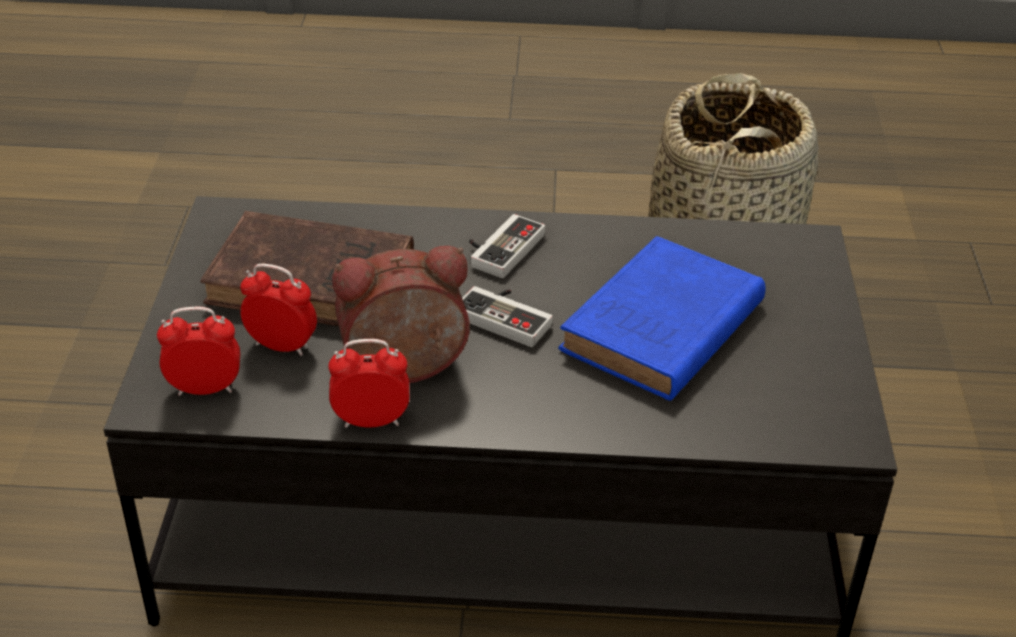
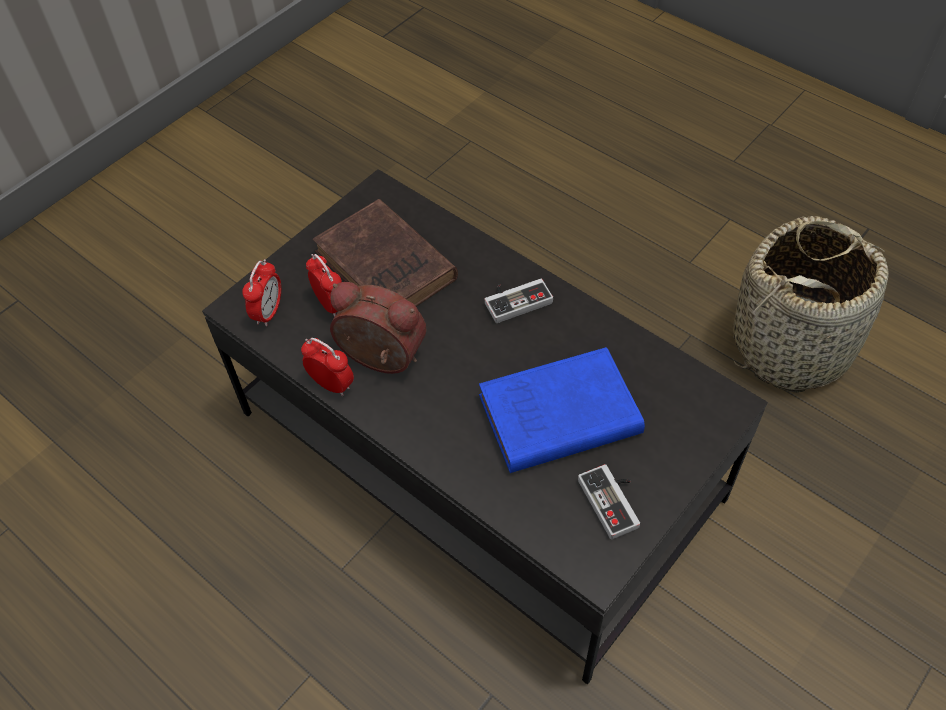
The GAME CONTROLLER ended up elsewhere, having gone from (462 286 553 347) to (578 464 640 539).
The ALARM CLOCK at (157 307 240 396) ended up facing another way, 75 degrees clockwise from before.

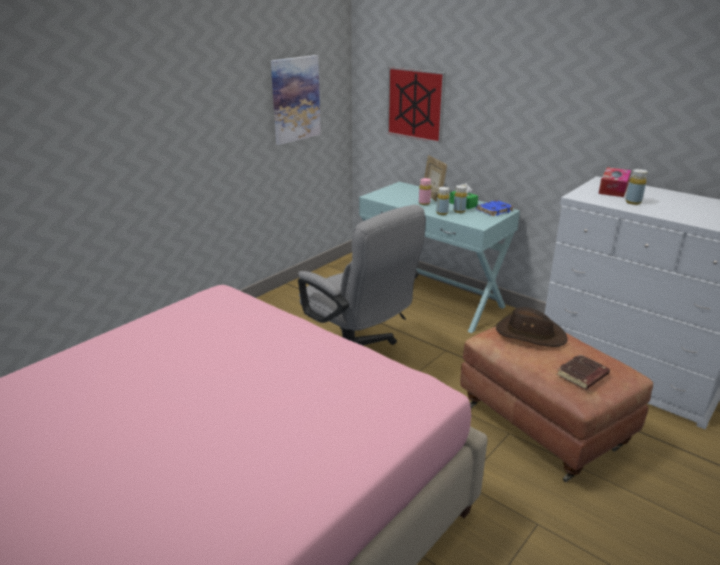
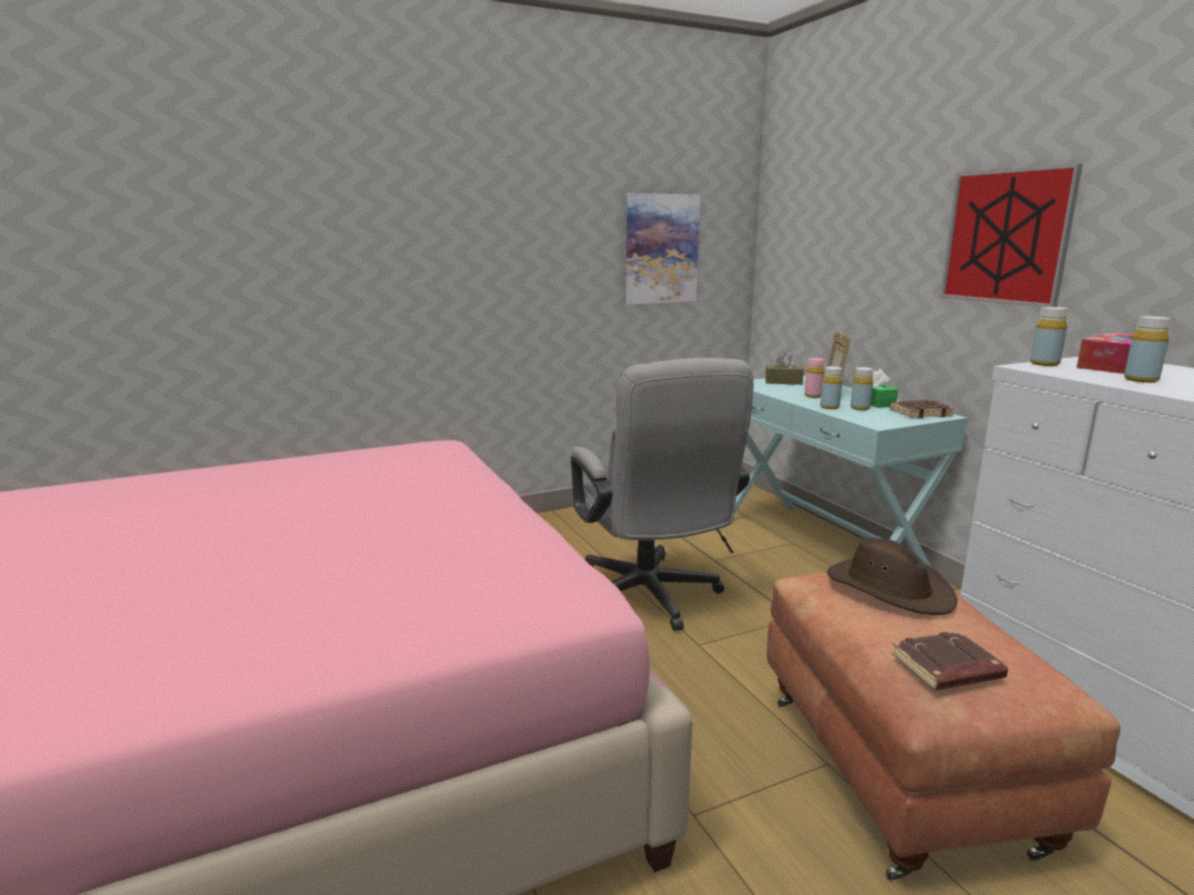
The PICTURE ended up elsewhere, having gone from (387 67 446 143) to (940 164 1083 307).
What was the BLUE BOOK at (476 200 514 216) turned into the BROWN BOOK at (889 400 954 418).
The second view gained the YELLOW BOTTLE at (1030 307 1069 366).
The second view gained the BROWN TISSUE BOX at (765 353 804 385).

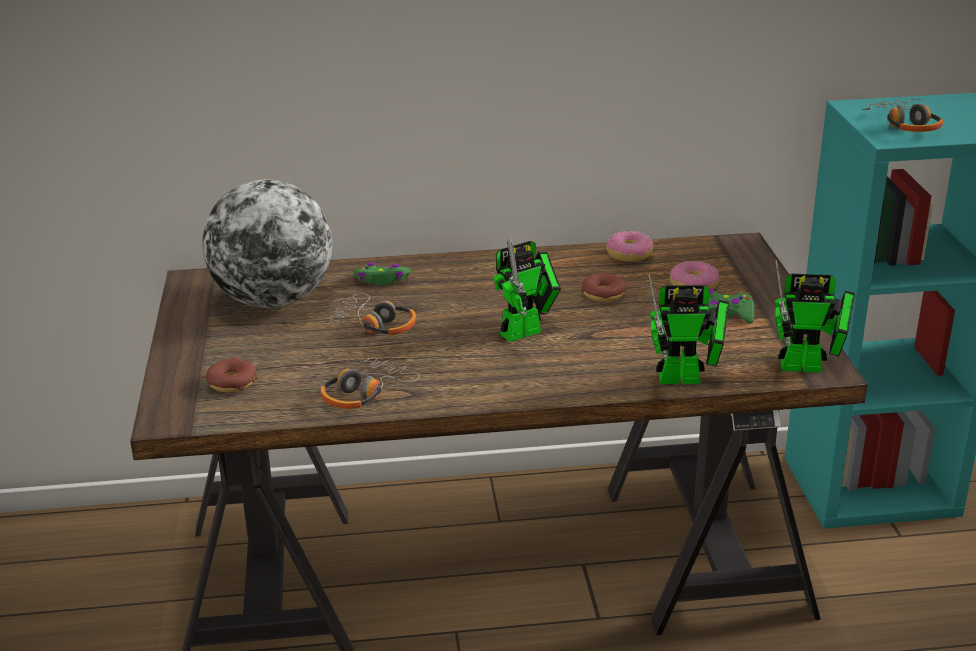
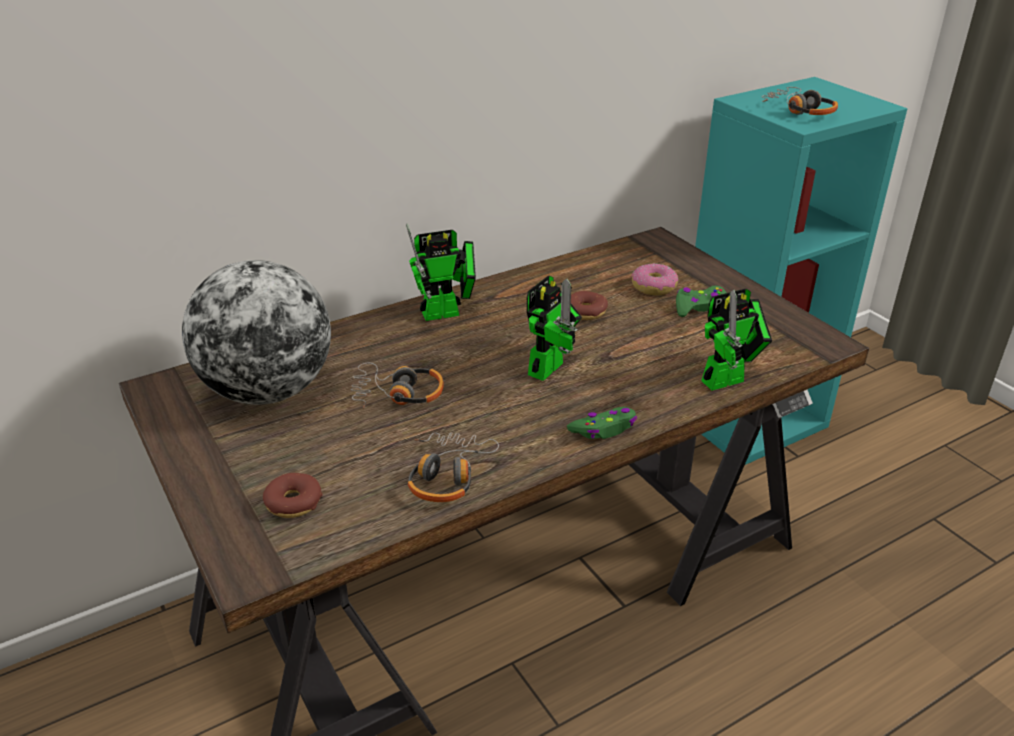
The second view lost the DONUT at (606 231 653 262).
The TOY ROBOT ended up elsewhere, having gone from (775 260 855 373) to (406 224 476 321).
The GREEN GAME CONTROLLER ended up elsewhere, having gone from (353 263 411 285) to (567 407 637 439).

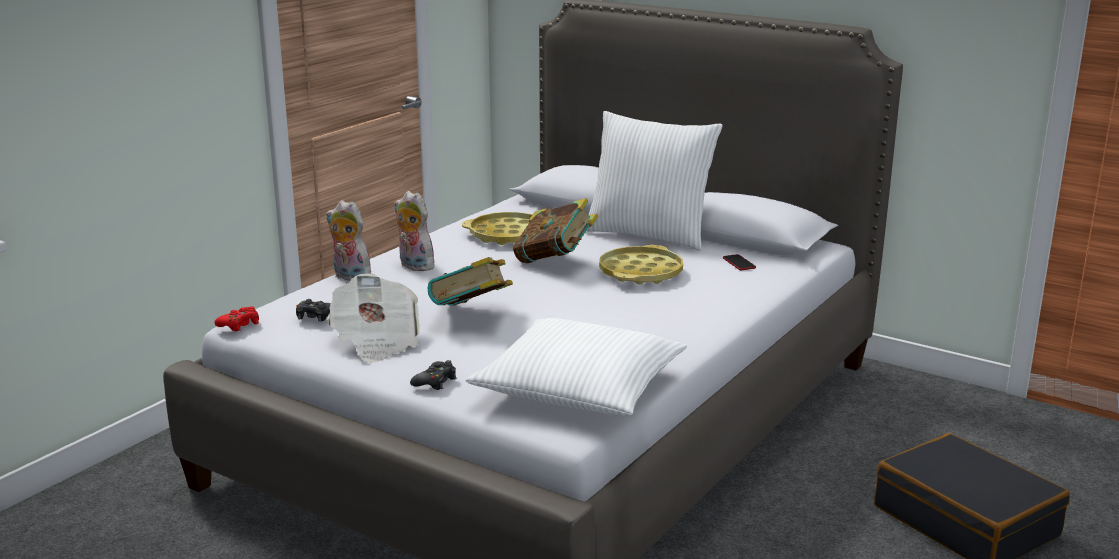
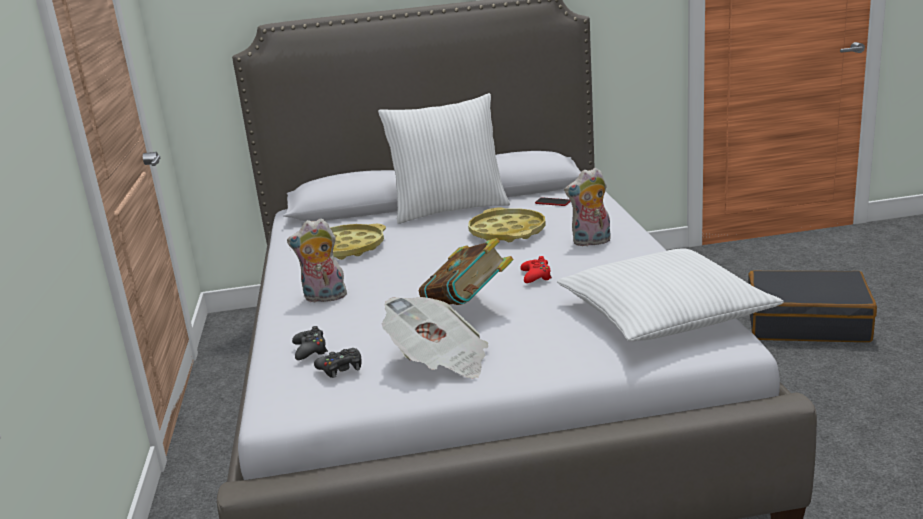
The second view lost the BOOK at (513 198 598 263).
The PLUSH TOY ended up elsewhere, having gone from (326 200 371 281) to (564 167 611 246).
The RED GAME CONTROLLER ended up elsewhere, having gone from (215 306 259 332) to (520 256 552 283).
The BLACK GAME CONTROLLER ended up elsewhere, having gone from (410 360 457 390) to (292 326 328 360).

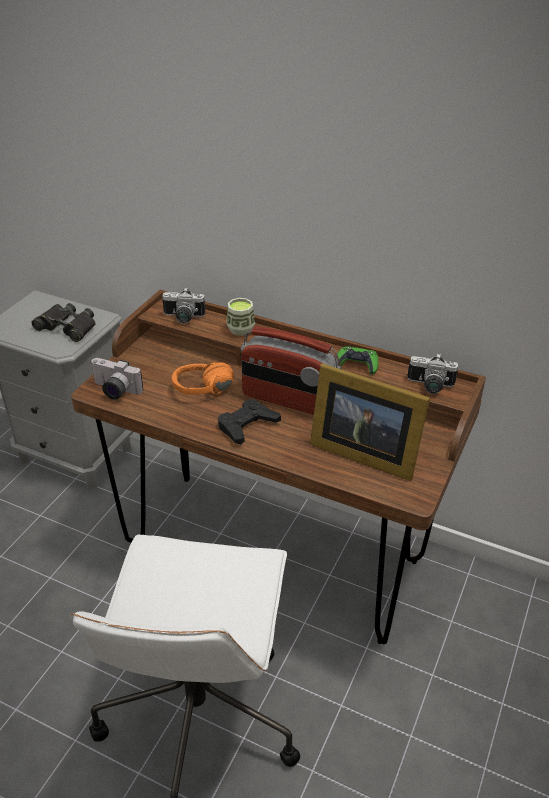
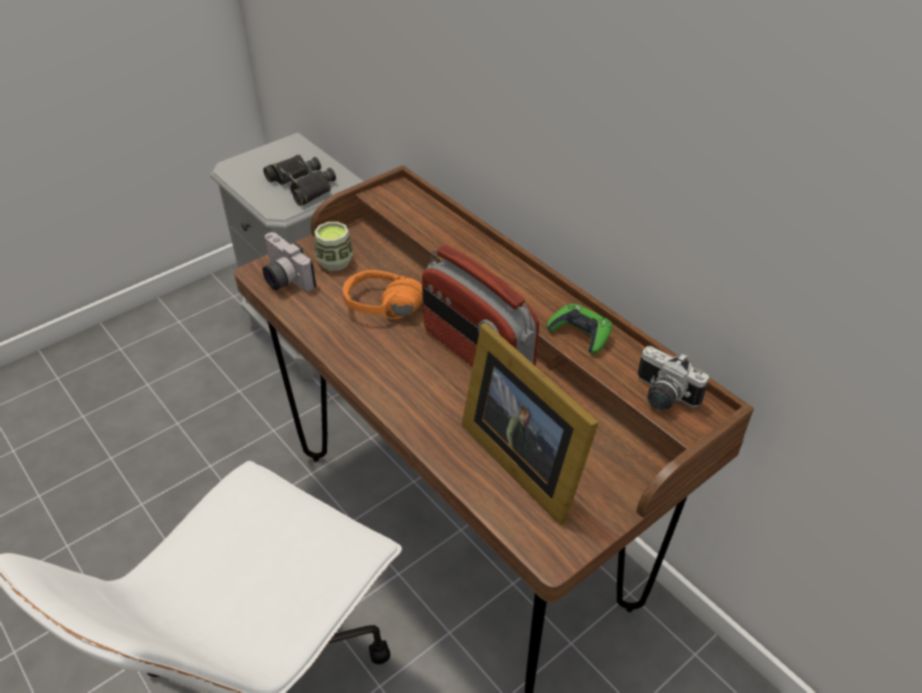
The second view lost the PHOTO CAMERA at (162 288 206 324).
The CUP ended up elsewhere, having gone from (226 298 255 336) to (315 222 353 271).
The second view lost the BLACK GAME CONTROLLER at (218 399 281 444).

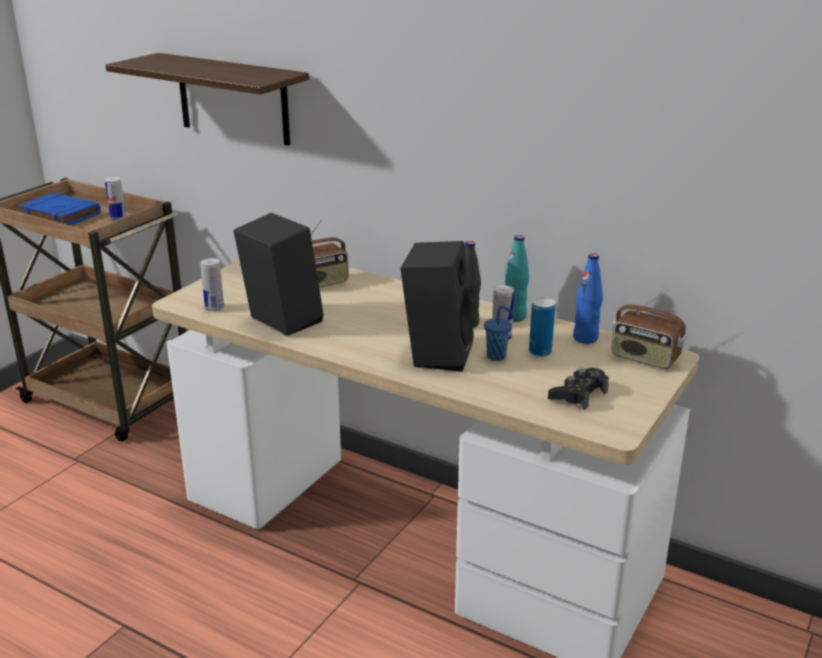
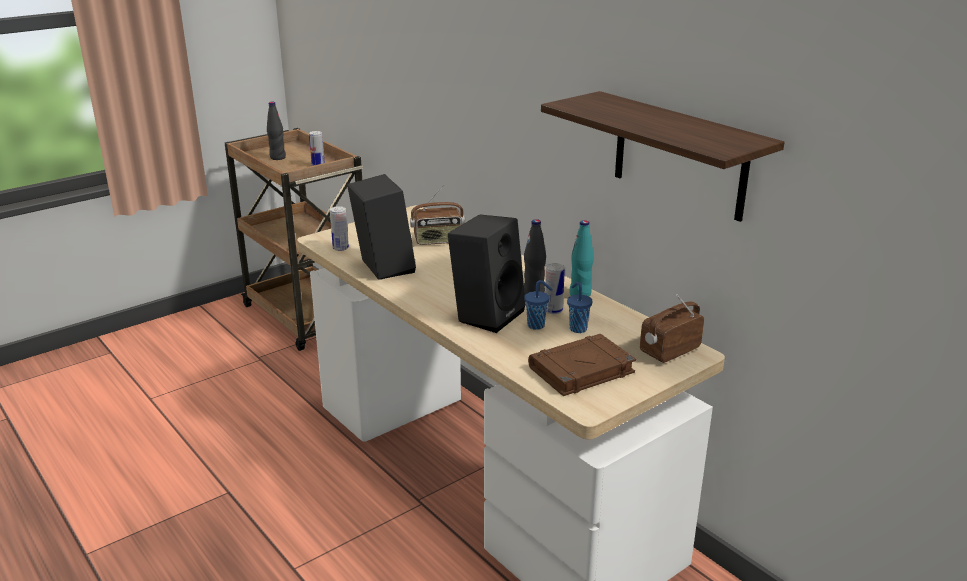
The SHELF ended up elsewhere, having gone from (106 53 309 146) to (541 91 785 222).
Where the BLUE BOOK stood at (18 193 101 225), the BLACK BOTTLE came to stand at (267 102 286 160).
The second view lost the BLUE BOTTLE at (573 254 603 344).
The RADIO at (612 289 687 369) ended up facing another way, 90 degrees clockwise from before.
Where the CAN stood at (529 297 555 357), the BLUE CUP came to stand at (567 282 593 333).
Where the BLACK GAME CONTROLLER stood at (548 368 609 410), the BROWN BOOK came to stand at (528 334 636 396).

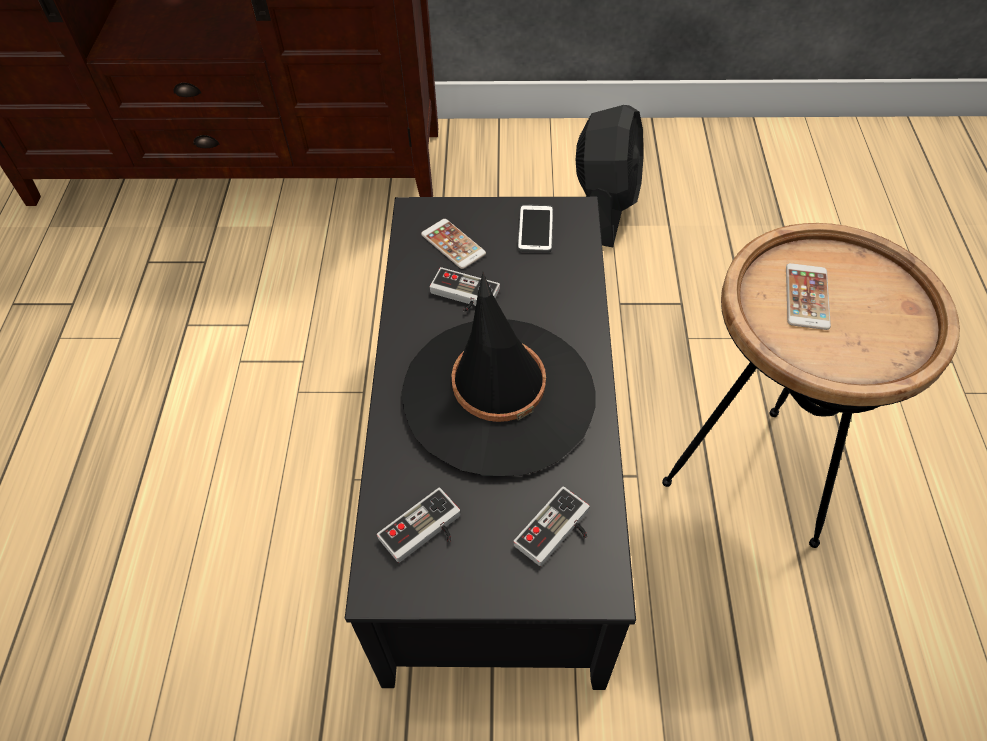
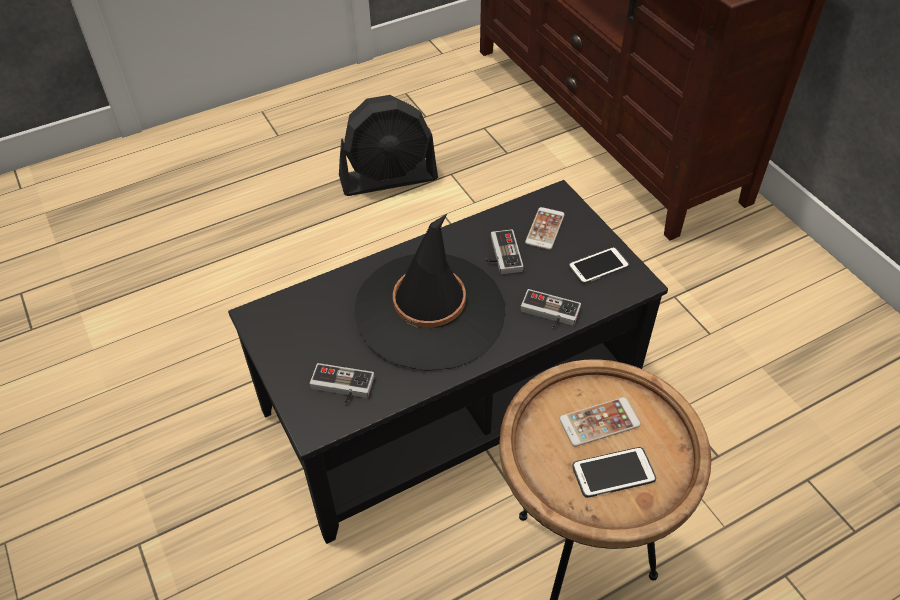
The BLACK FAN ended up elsewhere, having gone from (576 105 644 247) to (339 95 438 196).
The GAME CONTROLLER ended up elsewhere, having gone from (377 488 461 563) to (521 289 581 327).
The second view gained the PHONE at (572 447 656 498).

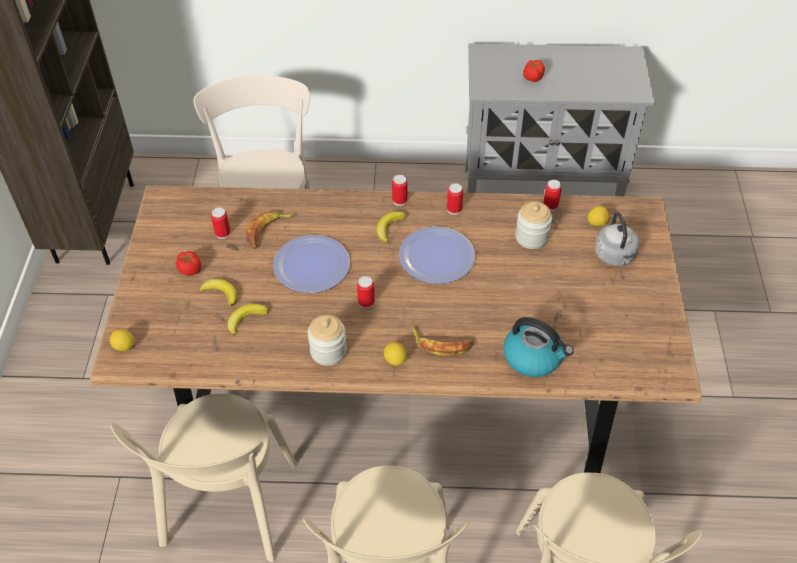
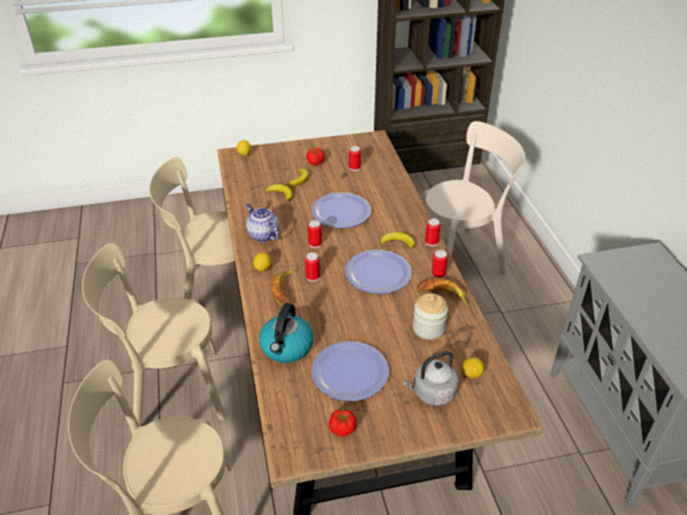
The TOMATO ended up elsewhere, having gone from (523 60 545 82) to (329 410 357 437).
The CAN ended up elsewhere, having gone from (543 180 562 211) to (305 252 320 282).
The BANANA ended up elsewhere, having gone from (246 211 295 249) to (417 278 469 306).
Where the JAR stood at (308 314 347 366), the TEAPOT came to stand at (246 204 279 242).
The second view gained the PLATE at (311 341 389 401).

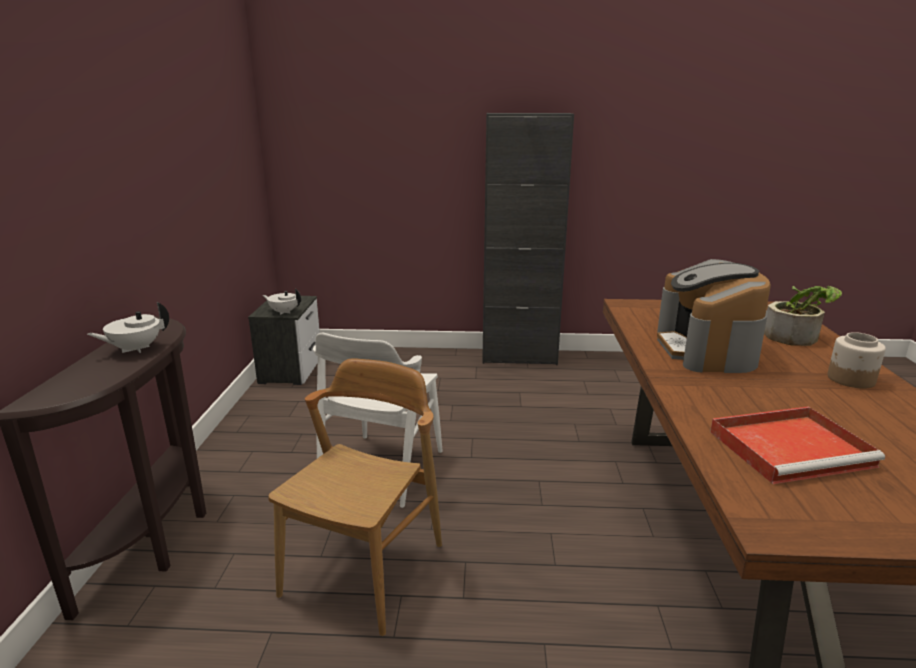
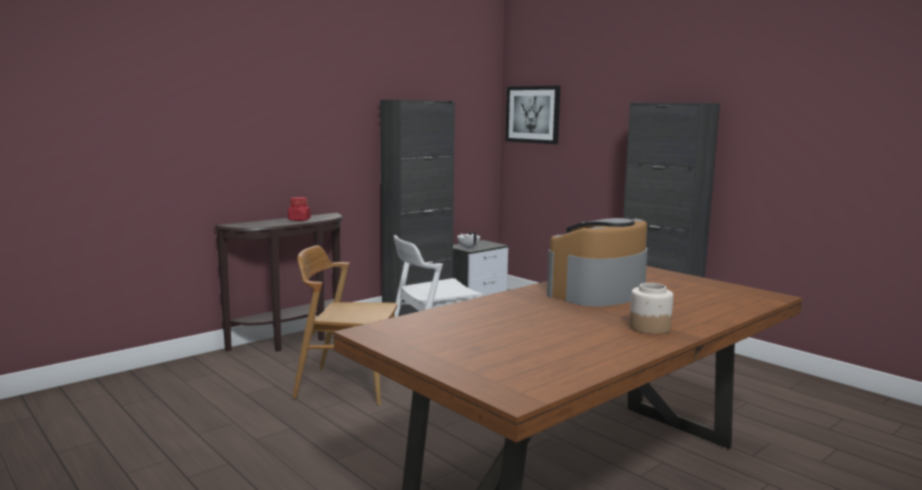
The second view lost the POTTED PLANT at (764 286 842 346).
Where the WHITE TEAPOT stood at (87 302 169 353), the RED JAR came to stand at (288 197 311 221).
The BROWN CHAIR at (268 358 442 636) ended up facing another way, 150 degrees counterclockwise from before.
The second view lost the RED TRAY at (710 406 885 484).
The second view gained the PICTURE at (505 86 561 144).
The second view gained the BLACK CABINET at (380 100 455 316).

